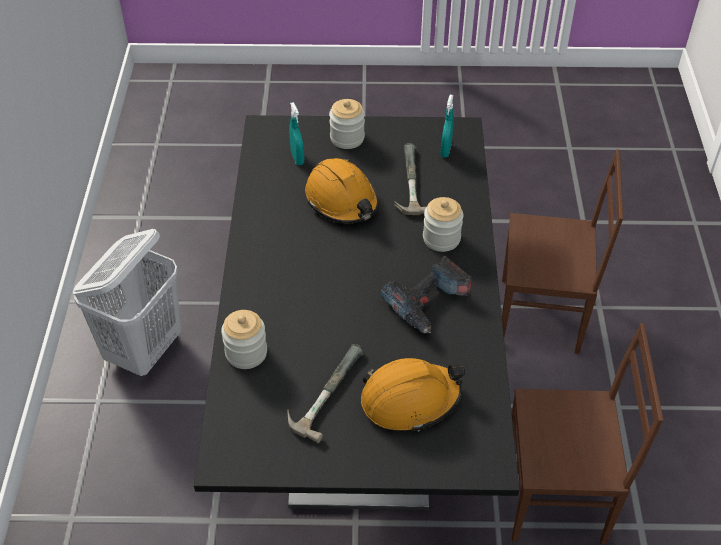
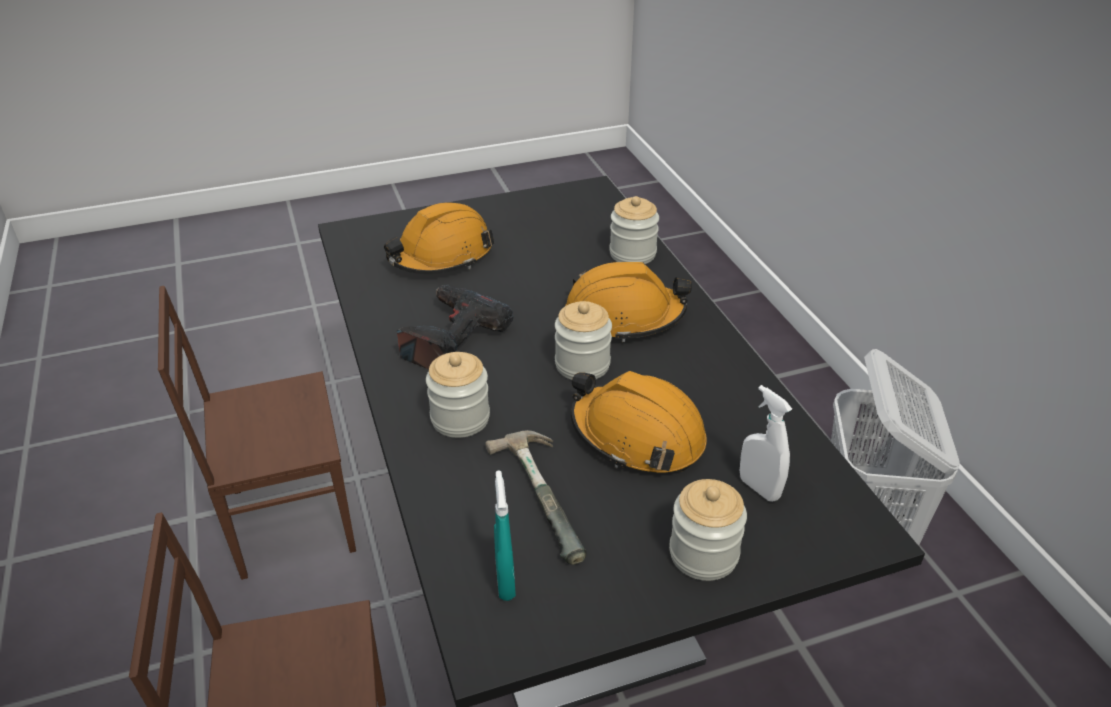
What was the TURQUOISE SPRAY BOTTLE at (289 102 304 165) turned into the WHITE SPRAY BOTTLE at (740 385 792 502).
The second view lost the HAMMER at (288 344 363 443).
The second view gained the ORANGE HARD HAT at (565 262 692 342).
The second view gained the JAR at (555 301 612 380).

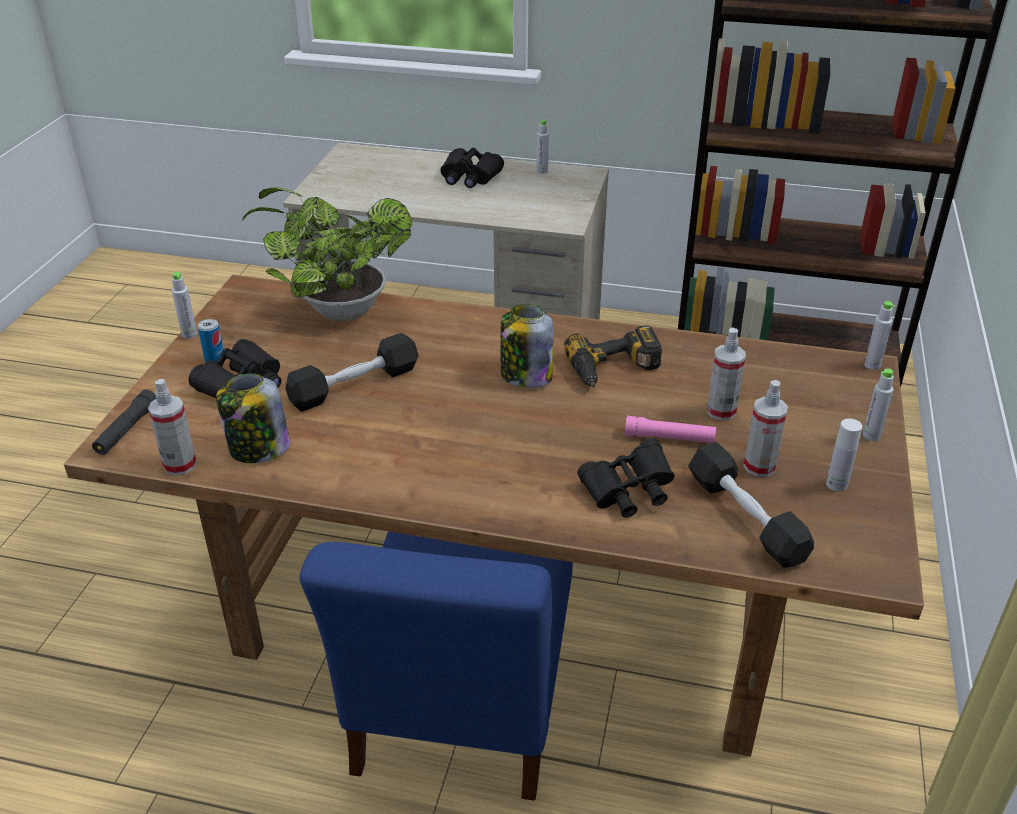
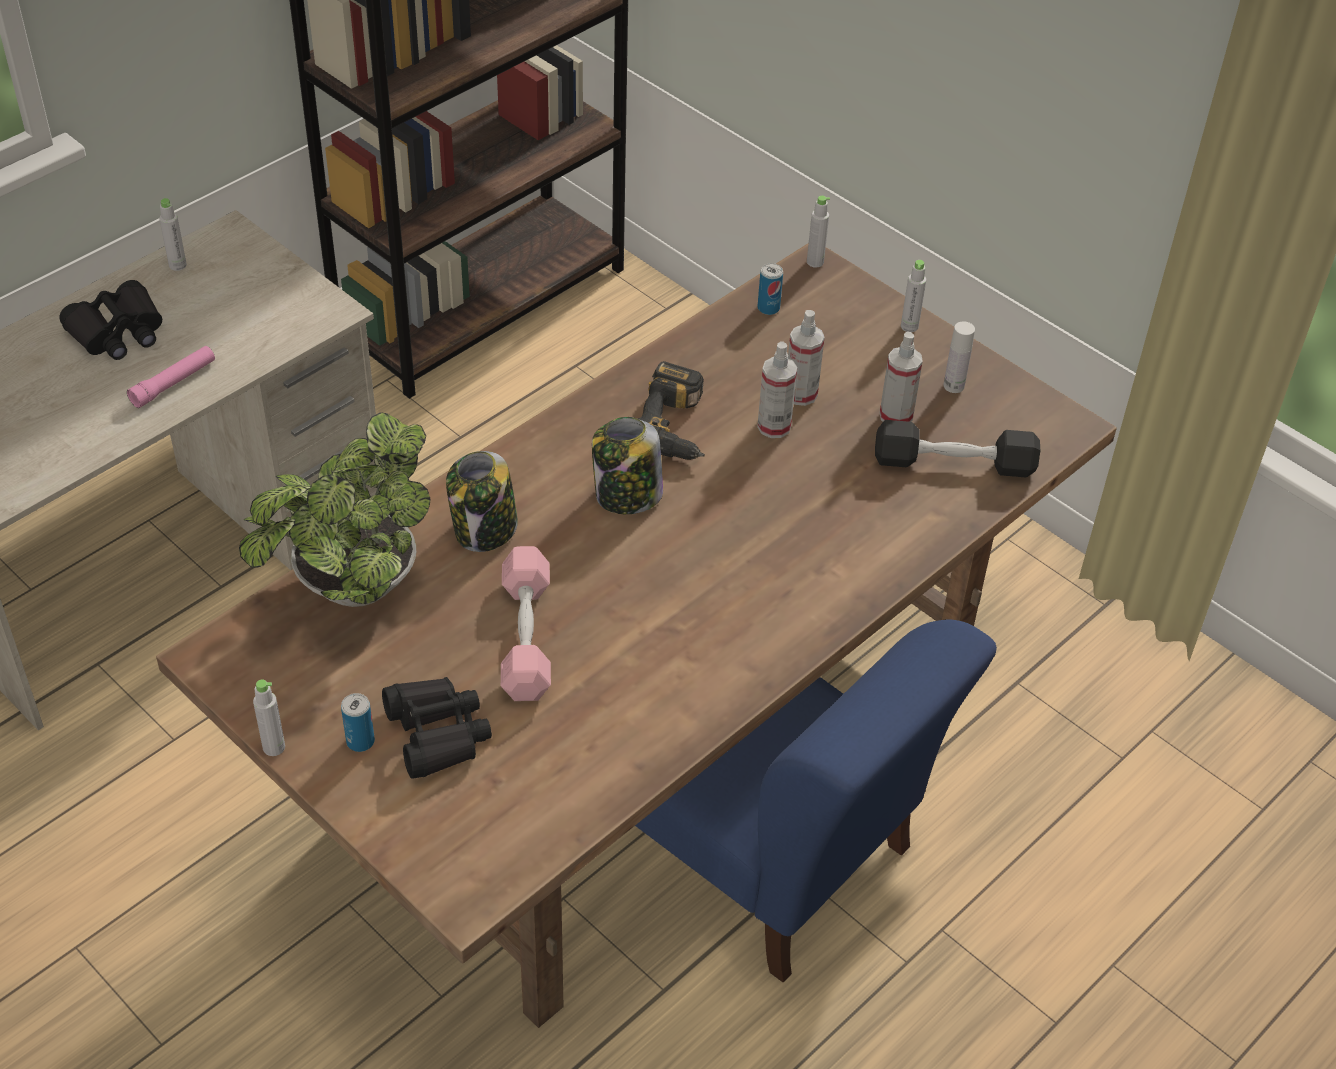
What was the BLACK DUMBBELL at (285 333 419 412) turned into the PINK DUMBBELL at (501 546 551 701).
The JAR ended up elsewhere, having gone from (216 373 290 463) to (446 451 518 552).
The SPRAY BOTTLE ended up elsewhere, having gone from (148 379 197 476) to (757 342 797 438).
The second view lost the BLACK FLASHLIGHT at (92 389 156 455).
The PINK FLASHLIGHT ended up elsewhere, having gone from (625 416 716 443) to (127 346 215 408).
The second view lost the BLACK BINOCULARS at (578 438 675 518).
The second view gained the CAN at (758 263 783 315).

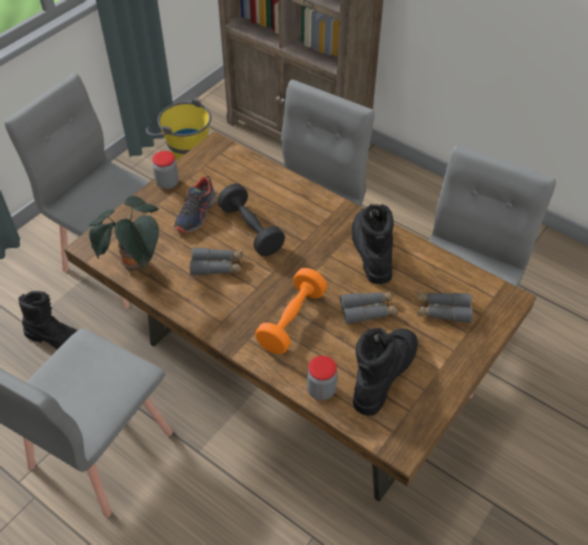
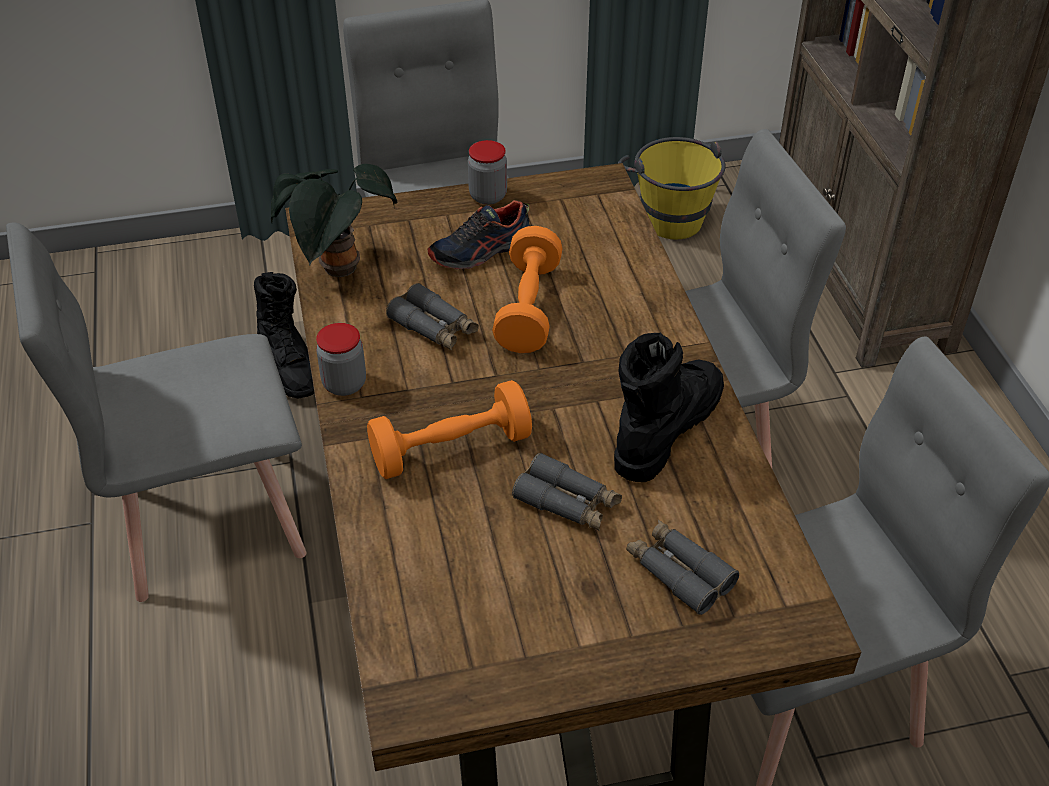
What was the BLACK DUMBBELL at (218 183 285 256) turned into the ORANGE DUMBBELL at (492 226 562 353).
The second view lost the BLACK BOOT at (353 328 418 416).
The JAR ended up elsewhere, having gone from (307 356 337 400) to (316 323 366 396).

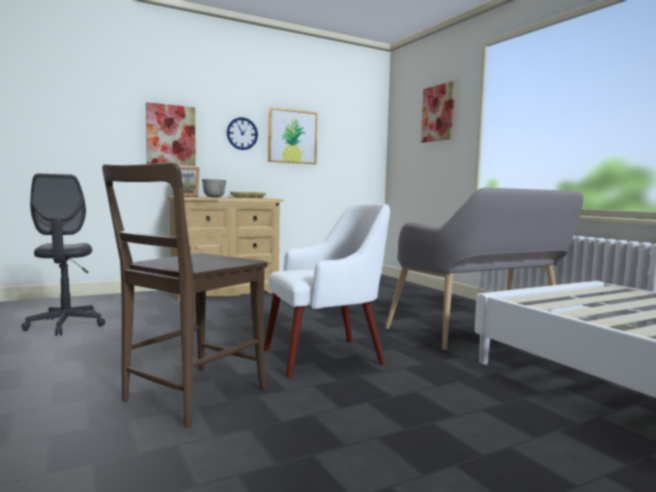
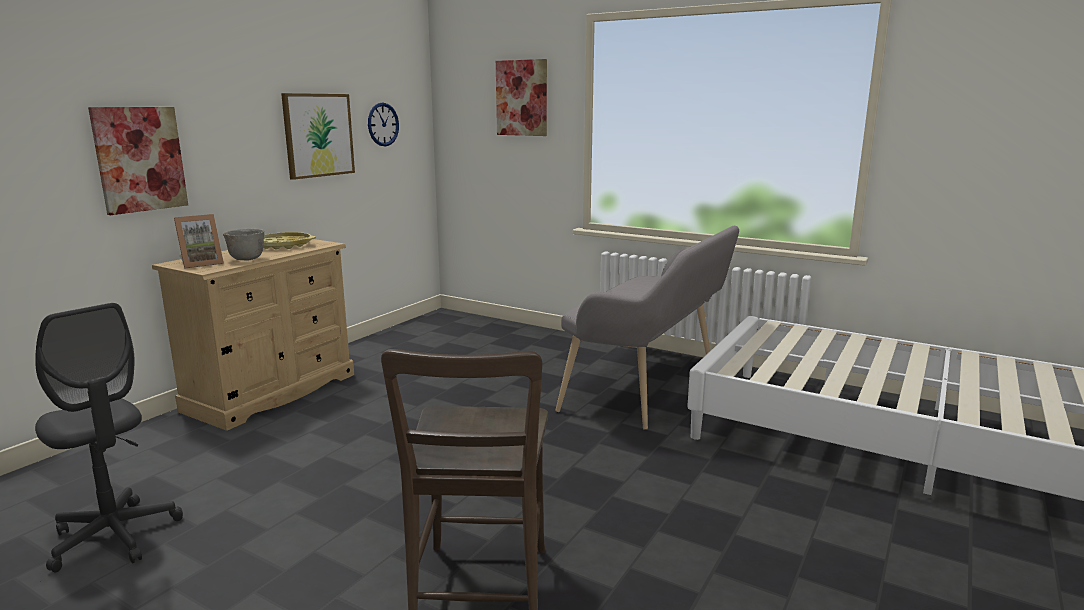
The WALL CLOCK ended up elsewhere, having gone from (227 117 258 150) to (368 103 399 146).
The second view lost the WHITE ARMCHAIR at (264 203 390 378).

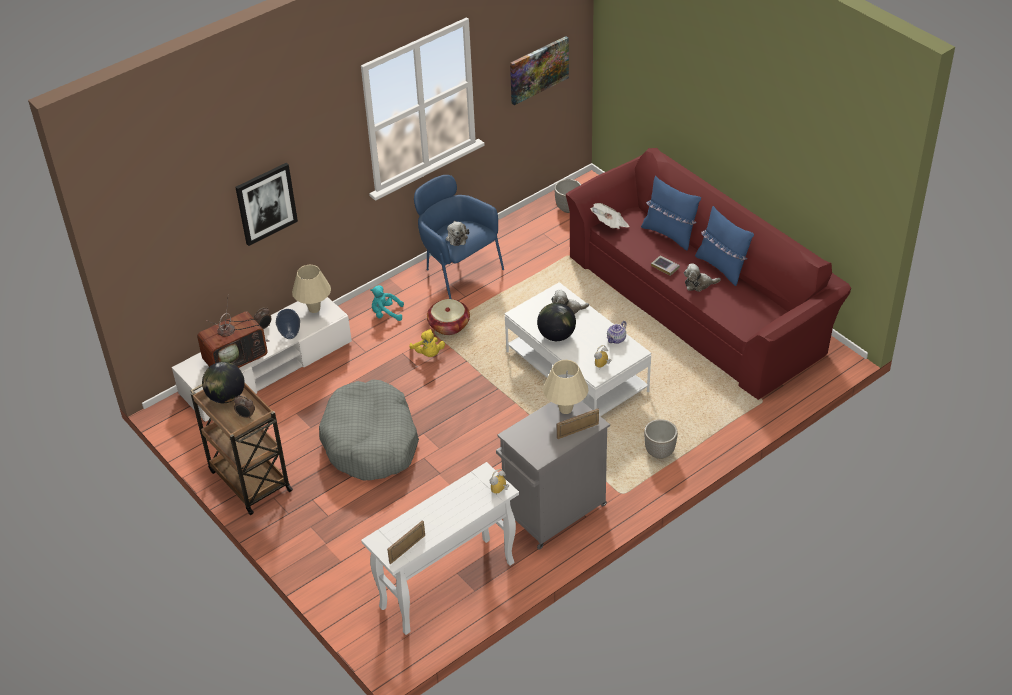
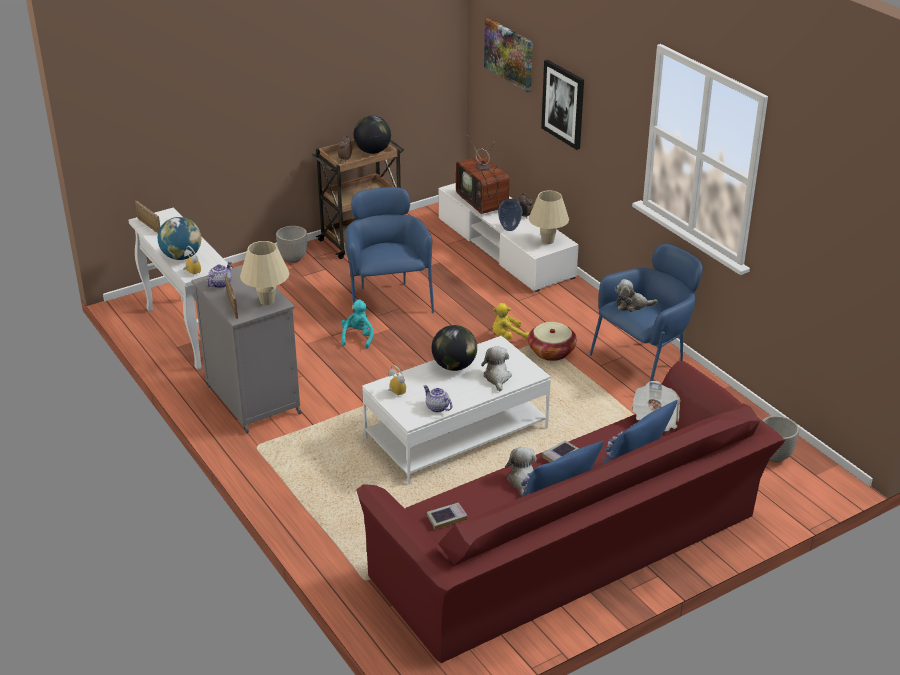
The PICTURE ended up elsewhere, having gone from (510 36 569 105) to (484 18 533 92).
The TURQUOISE PLUSH TOY ended up elsewhere, having gone from (370 285 404 321) to (341 300 374 349).
Where the GREY DOG BED stood at (319 380 419 480), the BLUE ARMCHAIR came to stand at (345 187 434 313).
The PLANTER ended up elsewhere, having gone from (644 419 678 459) to (276 226 307 263).
The second view gained the GLOBE at (158 217 201 260).
The second view gained the TEAPOT at (206 262 232 288).
The second view gained the BOOK at (427 503 467 529).

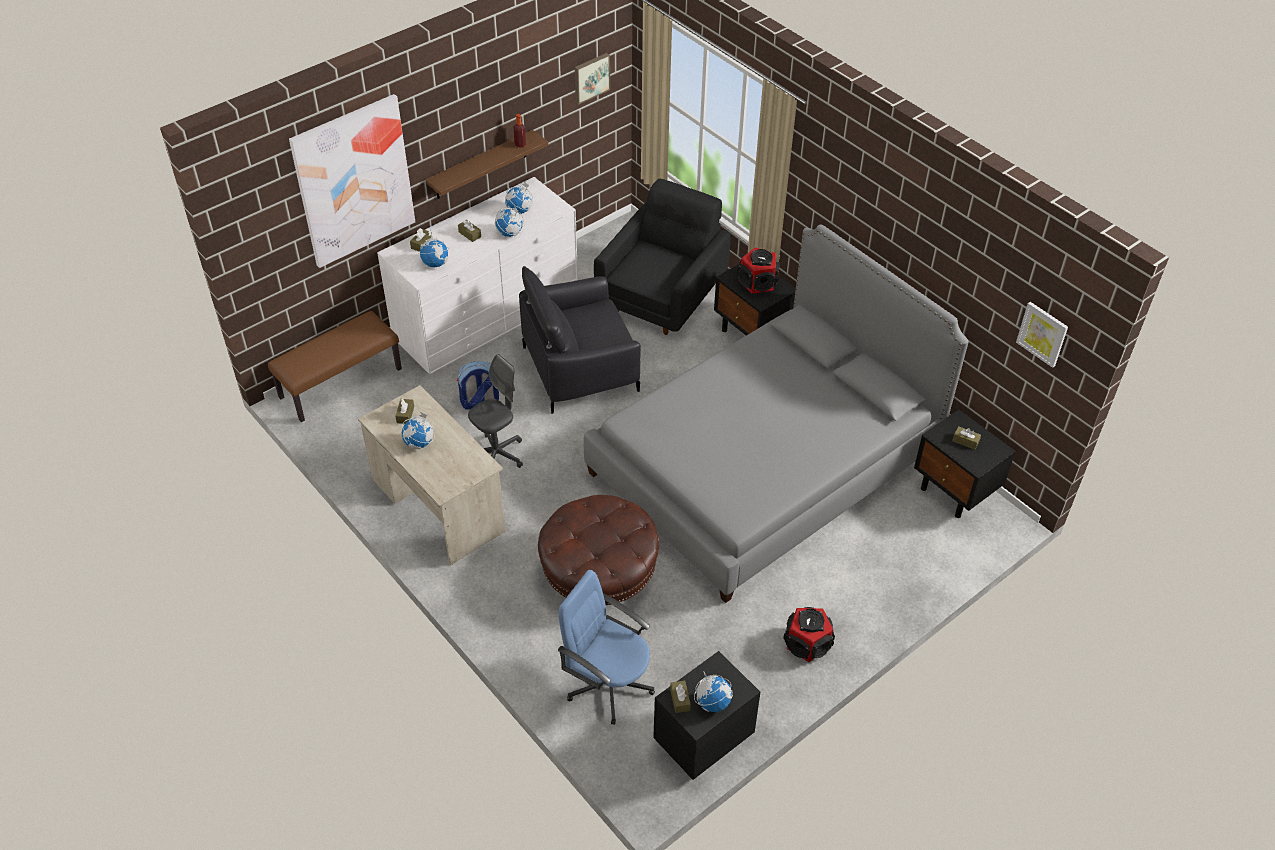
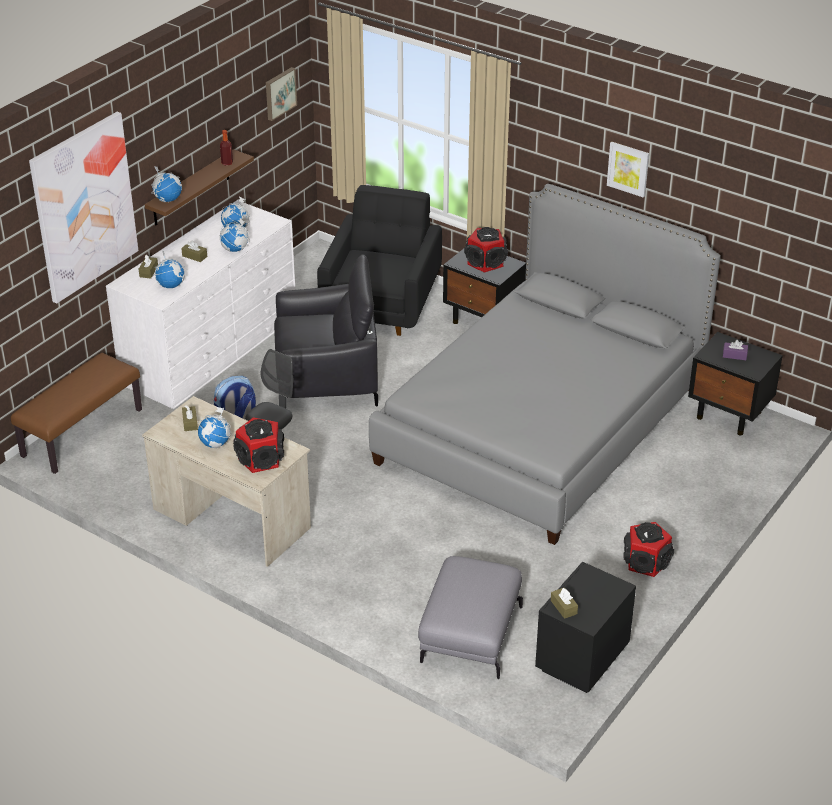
The BLACK ARMCHAIR at (519 266 641 414) ended up facing another way, 150 degrees counterclockwise from before.
The PICTURE ended up elsewhere, having gone from (1016 302 1068 368) to (607 142 649 198).
What was the BROWN TISSUE BOX at (952 426 981 450) turned into the PURPLE TISSUE BOX at (723 340 748 360).
The second view lost the BROWN OTTOMAN at (538 495 659 605).
Where the BLUE OFFICE CHAIR stood at (558 570 655 725), the GREY OTTOMAN came to stand at (418 556 523 679).
The GLOBE ended up elsewhere, having gone from (694 671 733 712) to (151 166 182 203).
The second view gained the SPEAKER at (233 417 284 473).

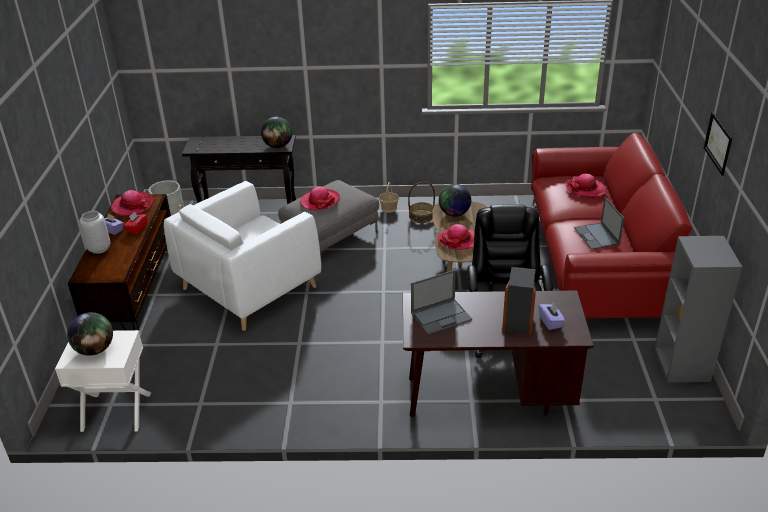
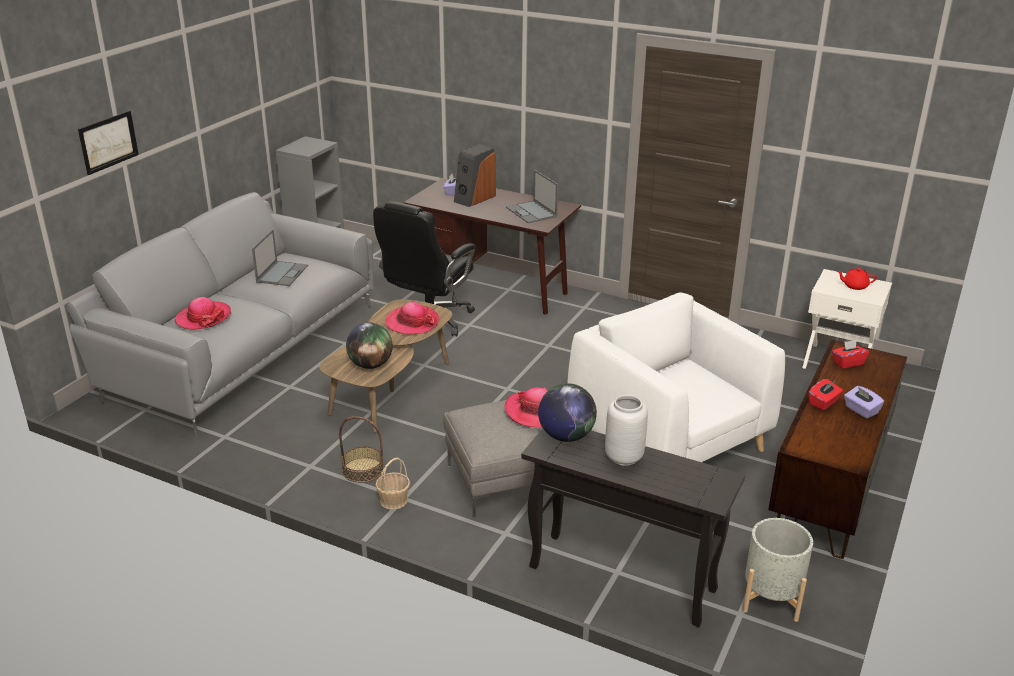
The PICTURE ended up elsewhere, having gone from (704 112 732 176) to (78 111 139 175).
What was the RED SOFA at (531 133 692 318) turned into the GREY SOFA at (67 192 374 438).
The WHITE ARMCHAIR at (164 181 321 331) ended up facing another way, 105 degrees counterclockwise from before.
The second view lost the HAT at (111 190 153 216).
The GREY VASE ended up elsewhere, having gone from (79 211 110 254) to (605 395 648 466).
The LAPTOP at (411 270 472 335) ended up facing another way, 120 degrees counterclockwise from before.
Where the GLOBE stood at (67 312 113 356), the RED TEAPOT came to stand at (837 268 877 290).
The second view gained the RED TISSUE BOX at (832 340 869 369).

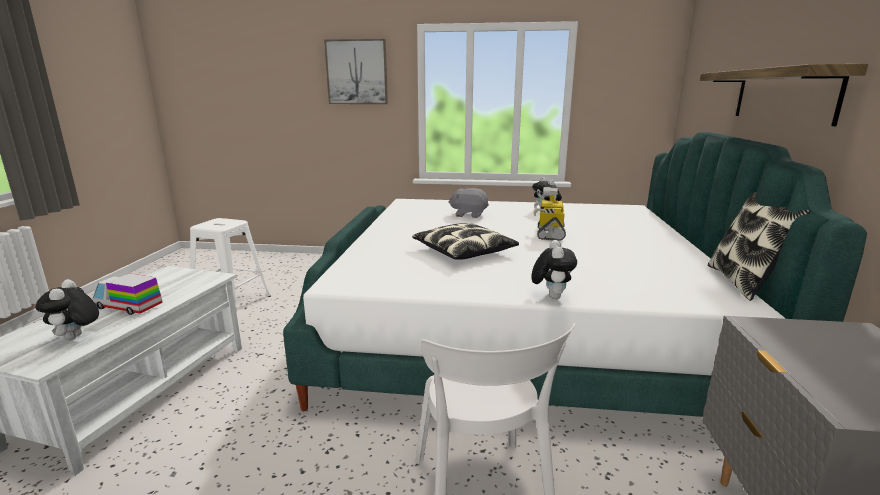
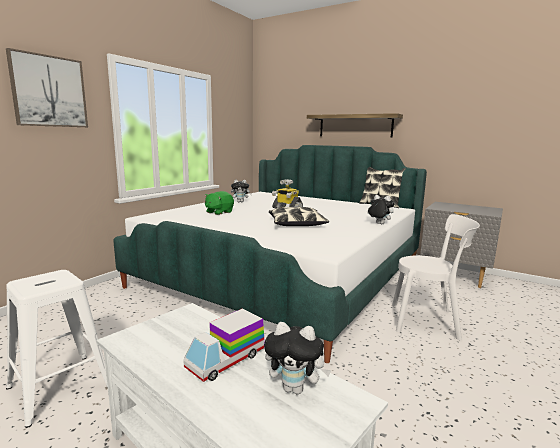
What was the GREY PLUSH TOY at (448 188 489 218) turned into the GREEN PLUSH TOY at (205 191 234 215).

